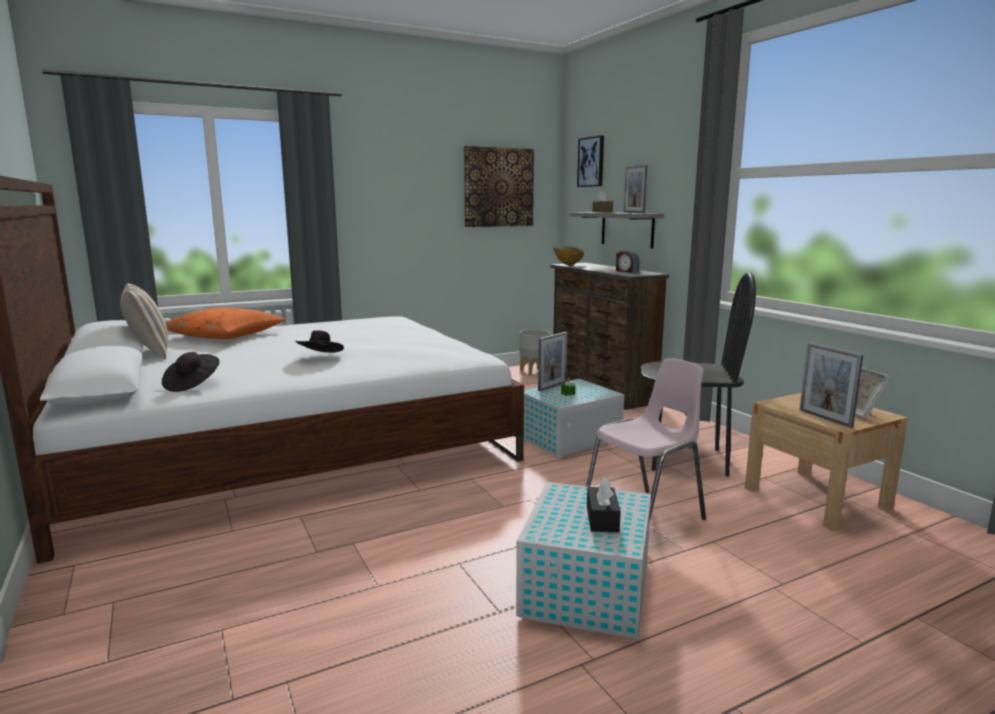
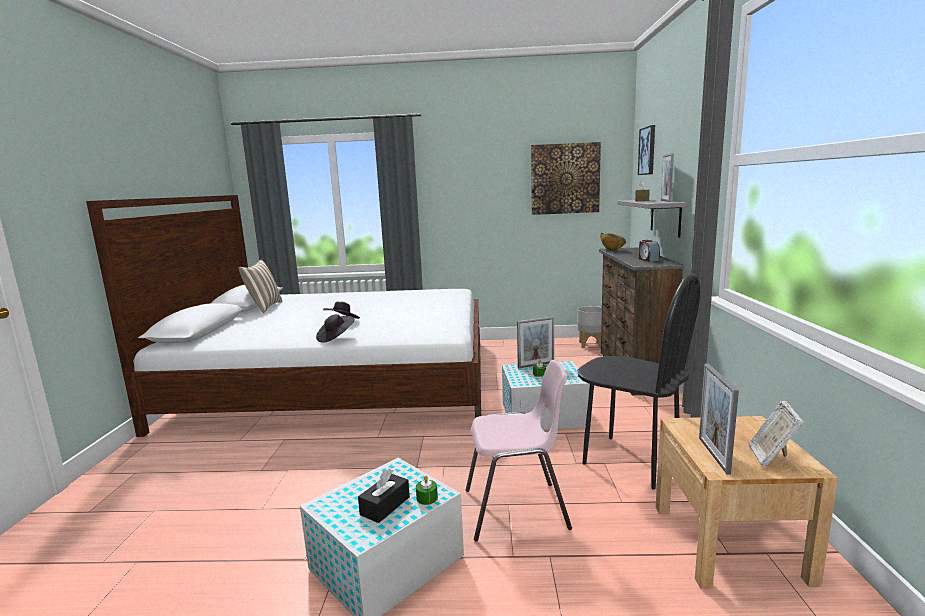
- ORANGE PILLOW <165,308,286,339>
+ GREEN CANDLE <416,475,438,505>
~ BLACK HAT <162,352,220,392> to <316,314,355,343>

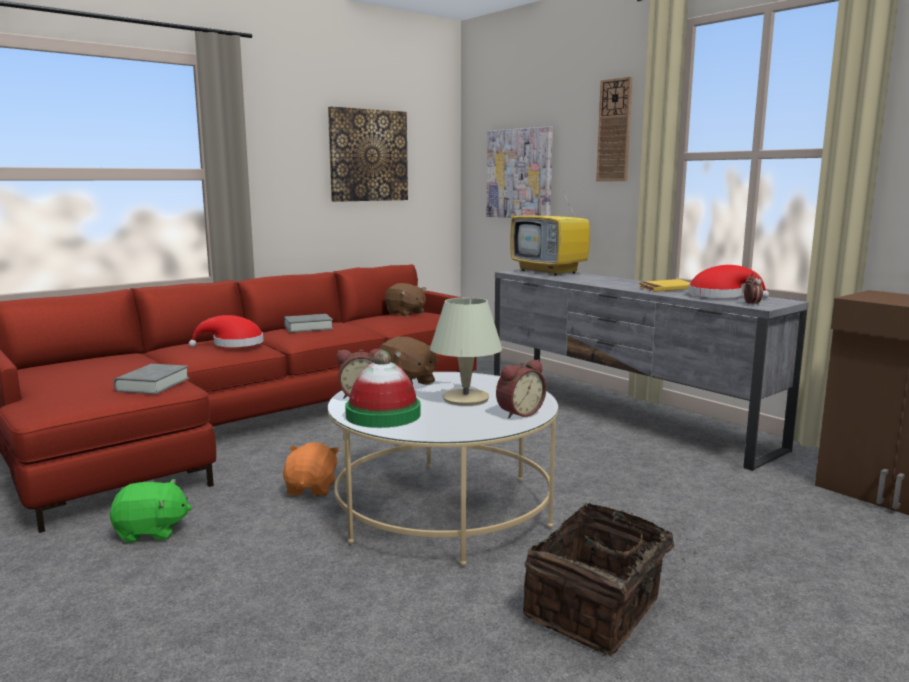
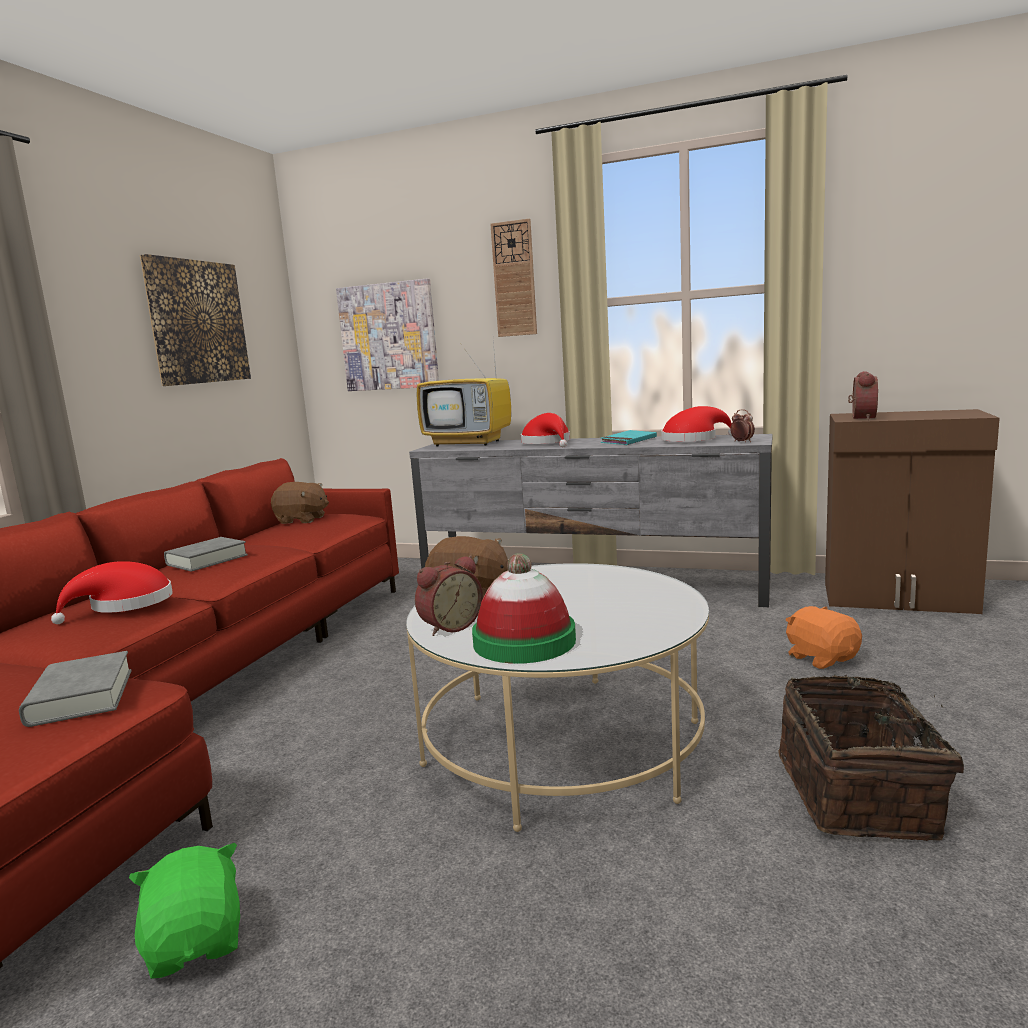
- BEIGE TABLE LAMP <430,298,502,406>
+ RED HAT <521,413,570,447>
~ ORANGE PLUSH TOY <283,442,340,496> to <786,606,862,669>
~ ALARM CLOCK <496,359,546,419> to <848,371,878,420>
~ YELLOW BOOK <638,279,690,292> to TURQUOISE BOOK <601,430,657,445>
~ GREEN PLUSH TOY <110,479,192,543> = <129,843,240,979> 75 degrees counterclockwise

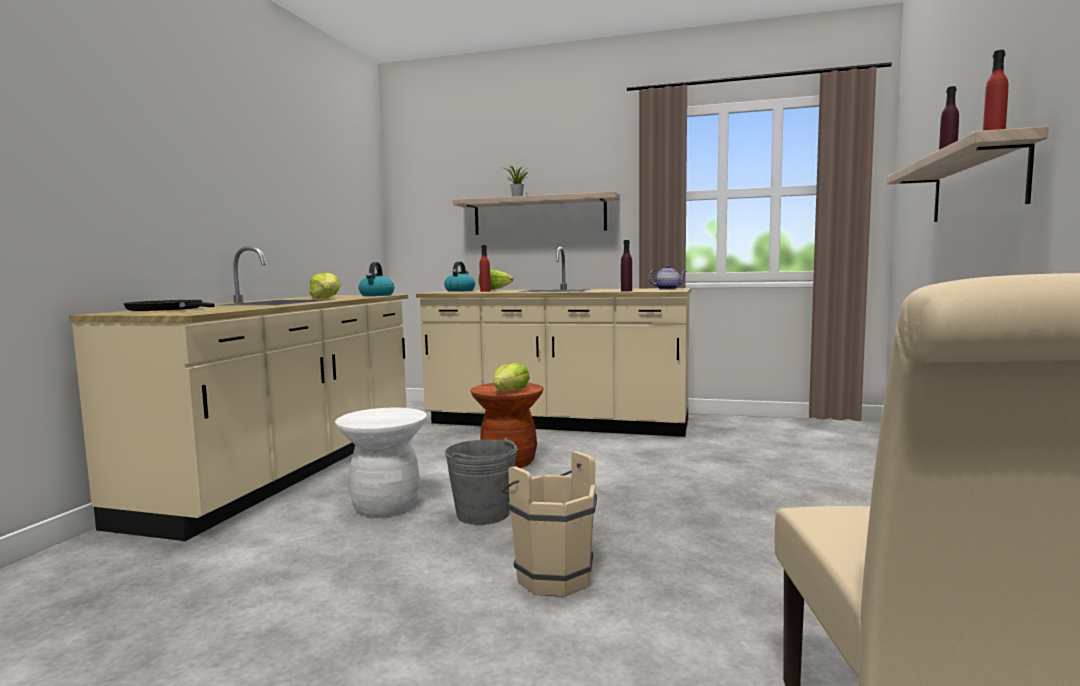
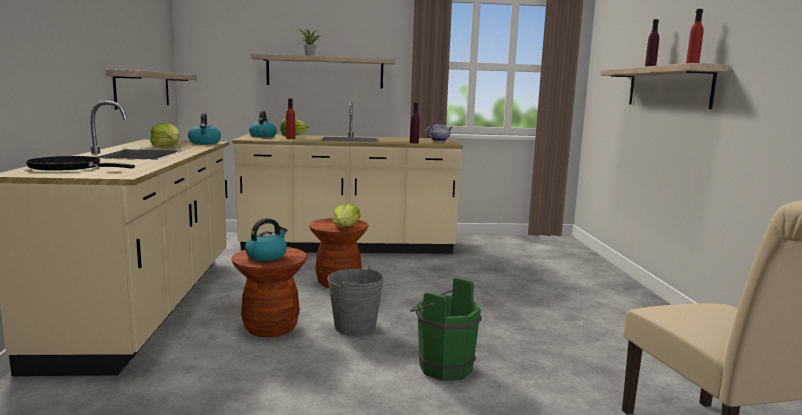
+ SHELF <106,69,197,110>
+ KETTLE <245,218,287,261>
~ WHITE STOOL <335,407,427,517> to BROWN STOOL <231,247,307,337>
~ BEIGE BUCKET <502,451,597,597> to GREEN BUCKET <410,277,482,381>

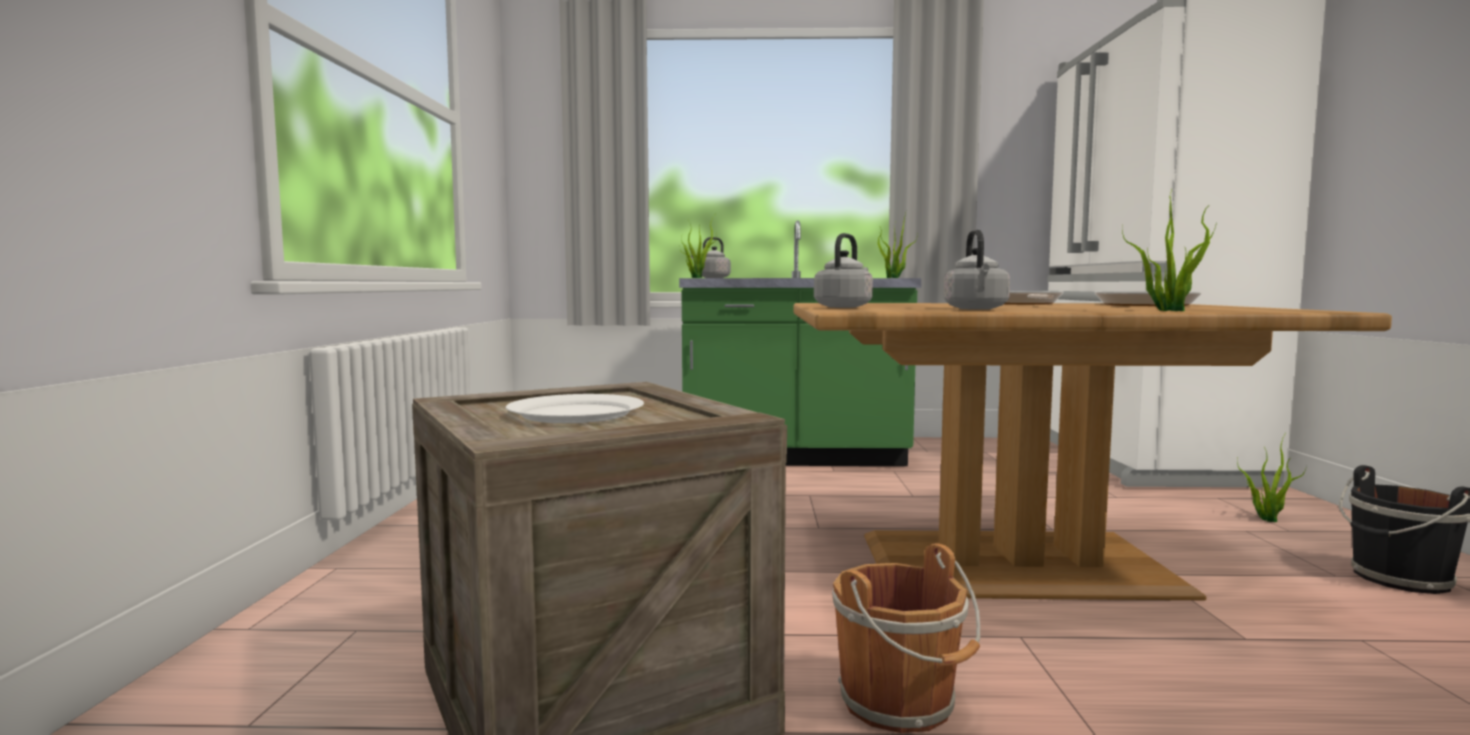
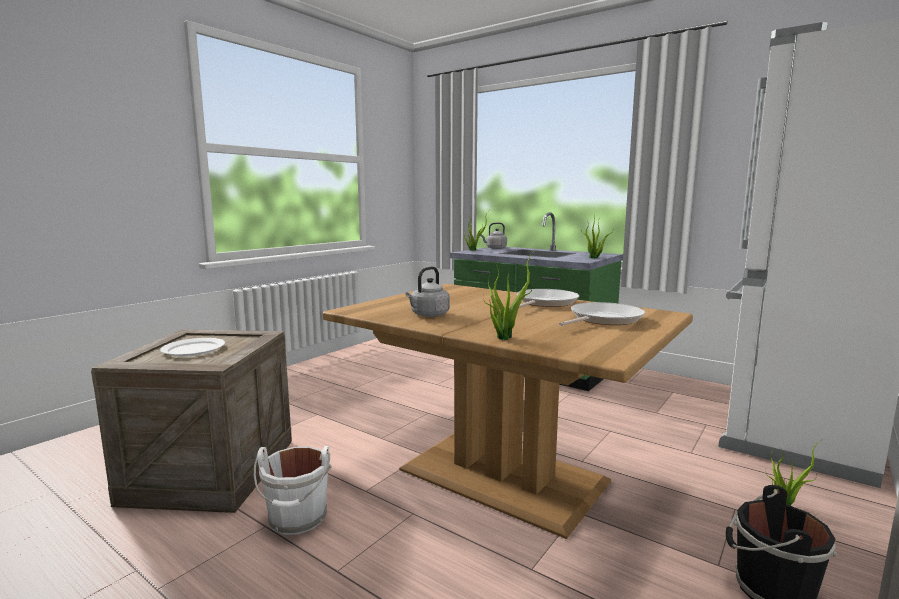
- GREY KETTLE <814,233,873,308>
~ BROWN BUCKET <832,544,980,733> to WHITE BUCKET <254,446,332,535>

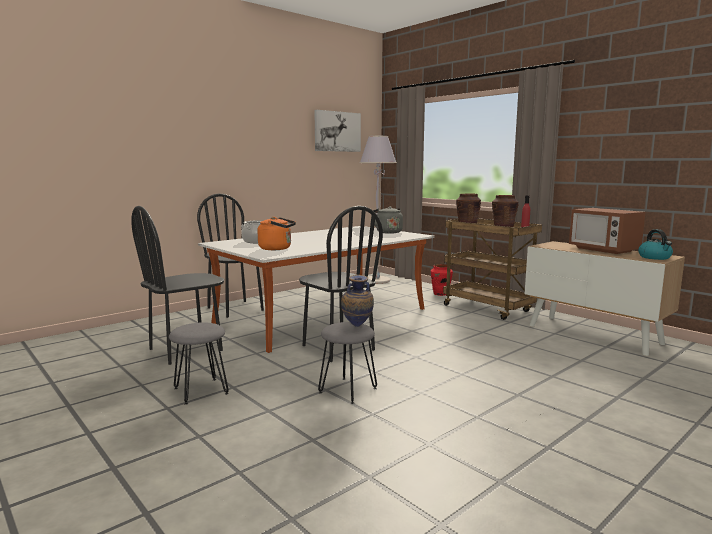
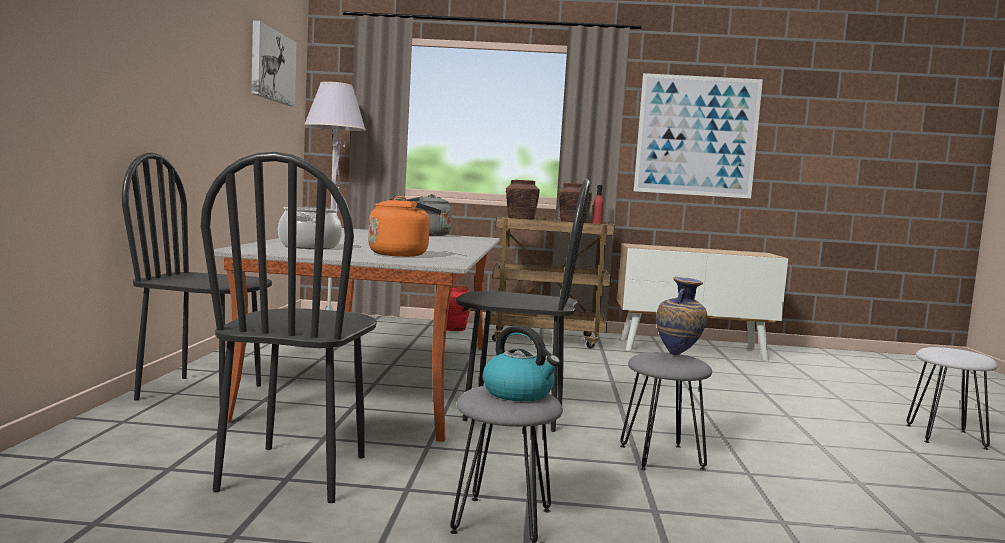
- MICROWAVE <569,208,646,254>
+ PICTURE <634,73,763,198>
+ WHITE STOOL <906,347,998,450>
~ KETTLE <638,229,673,260> to <483,325,560,401>

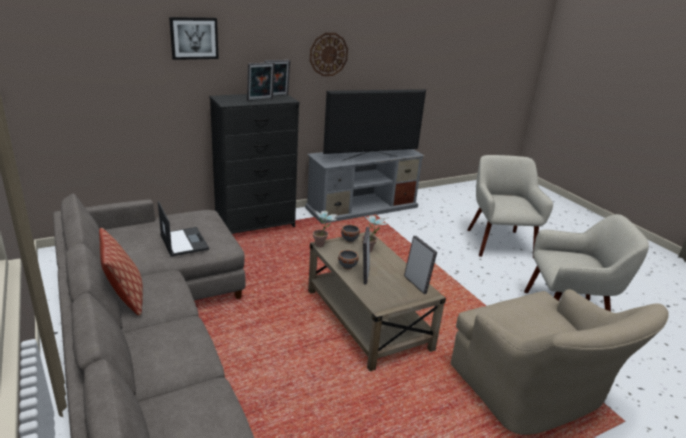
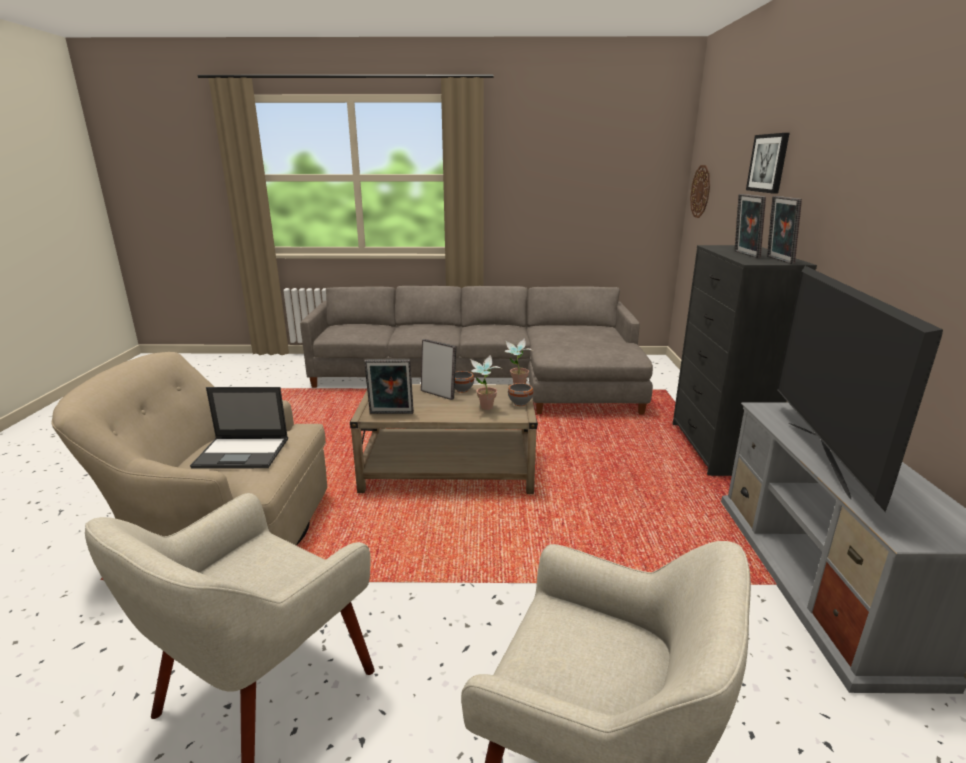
- PILLOW <99,228,143,315>
~ LAPTOP <158,201,209,257> to <190,387,288,469>
~ WALL CLOCK <310,33,348,76> to <690,165,710,218>

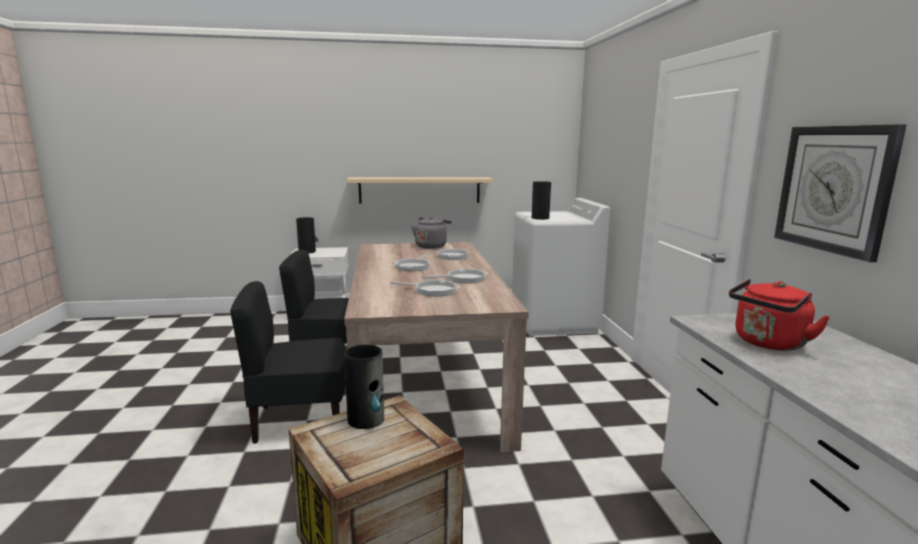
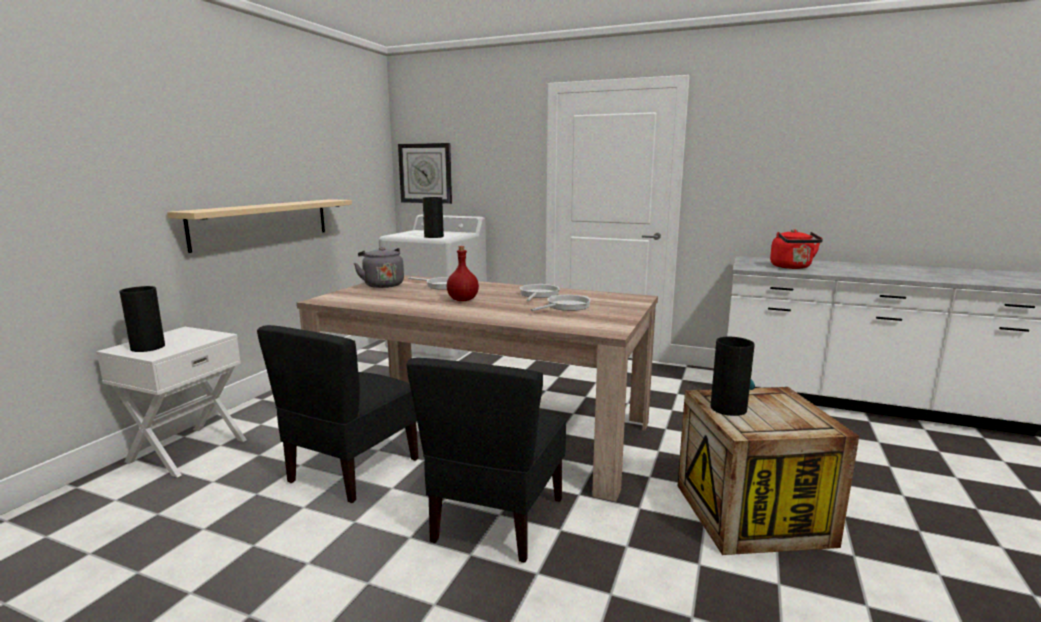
~ WALL CLOCK <774,124,906,262> to <398,143,452,204>
~ FRYING PAN <395,254,430,271> to RED BOTTLE <447,246,479,301>

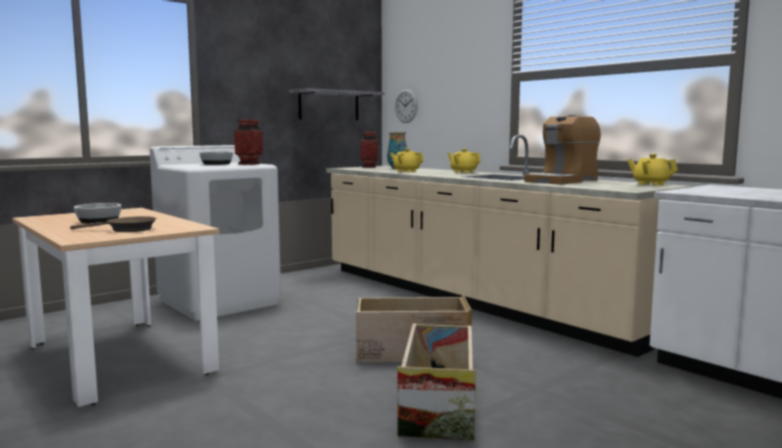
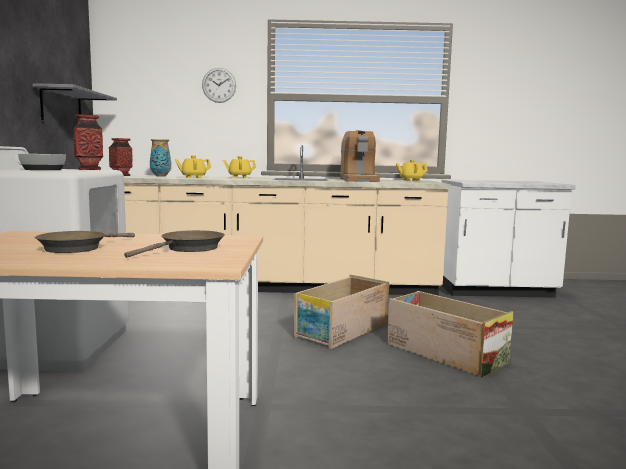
~ WALL CLOCK <395,89,418,123> to <202,68,236,103>
~ BOWL <74,203,121,224> to BROWN FRYING PAN <35,231,135,253>

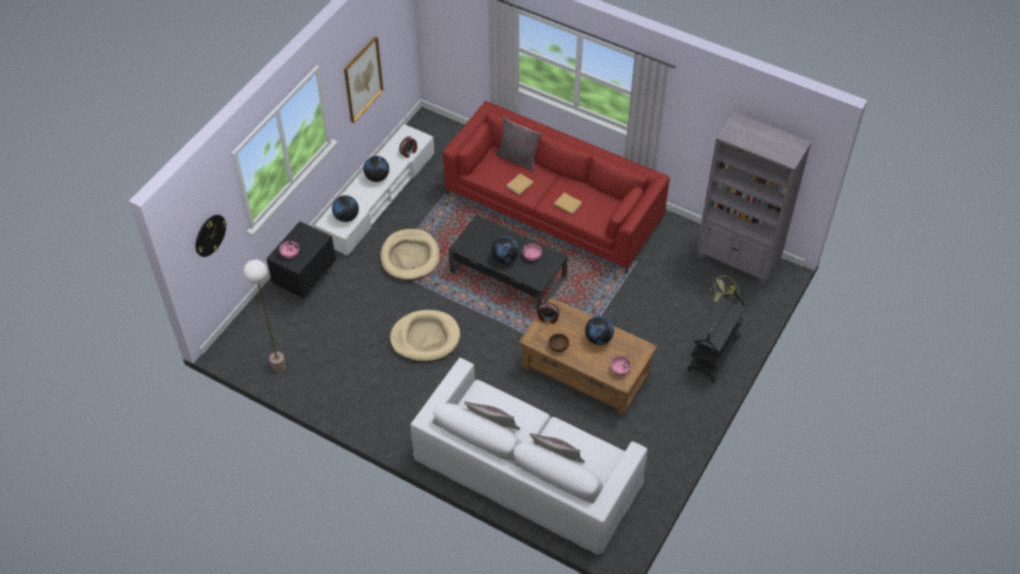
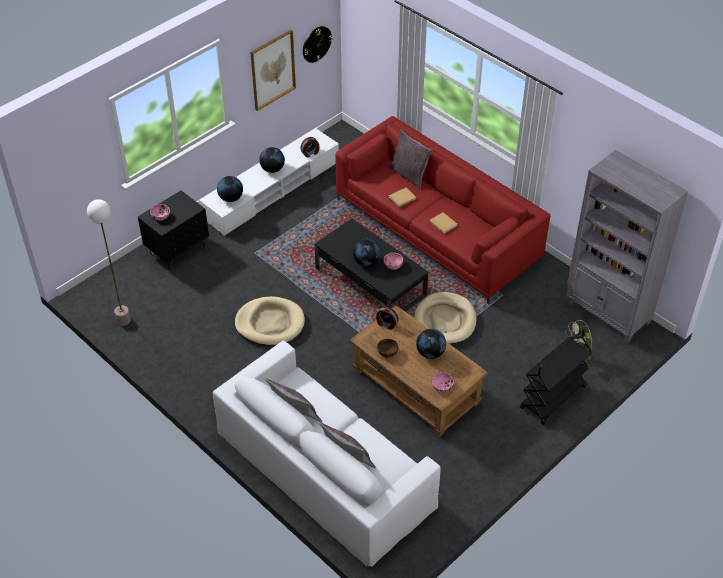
~ WALL CLOCK <195,215,227,257> to <303,26,332,63>
~ BEIGE DOG BED <380,229,440,280> to <414,292,477,345>

